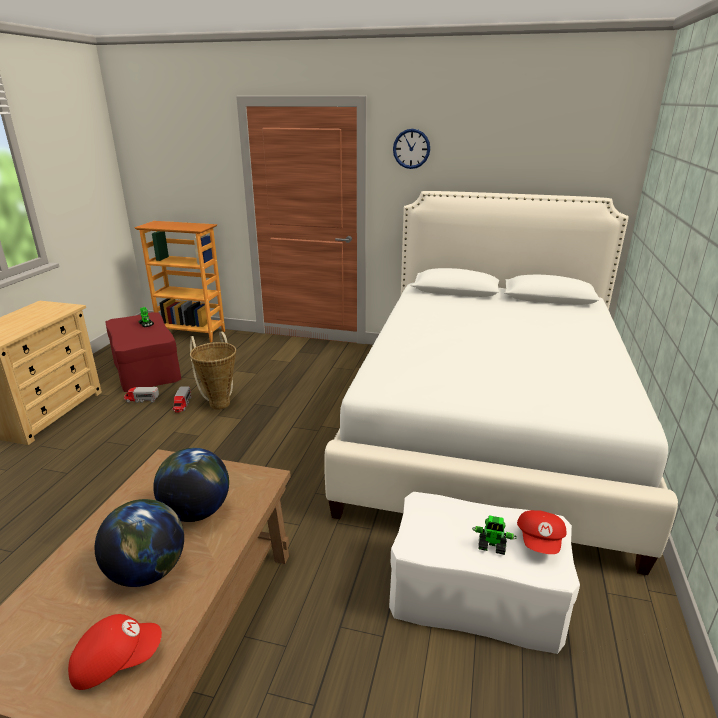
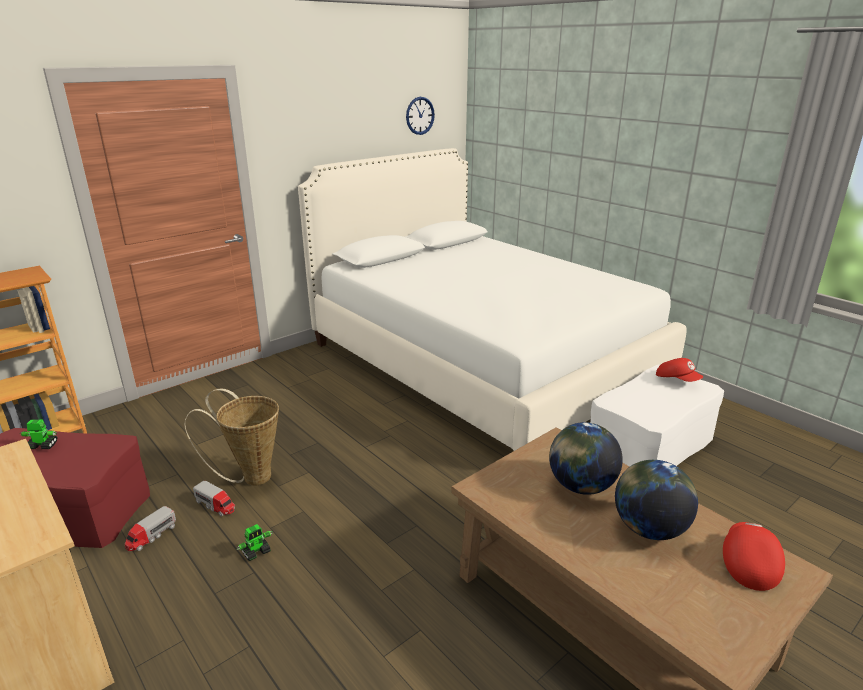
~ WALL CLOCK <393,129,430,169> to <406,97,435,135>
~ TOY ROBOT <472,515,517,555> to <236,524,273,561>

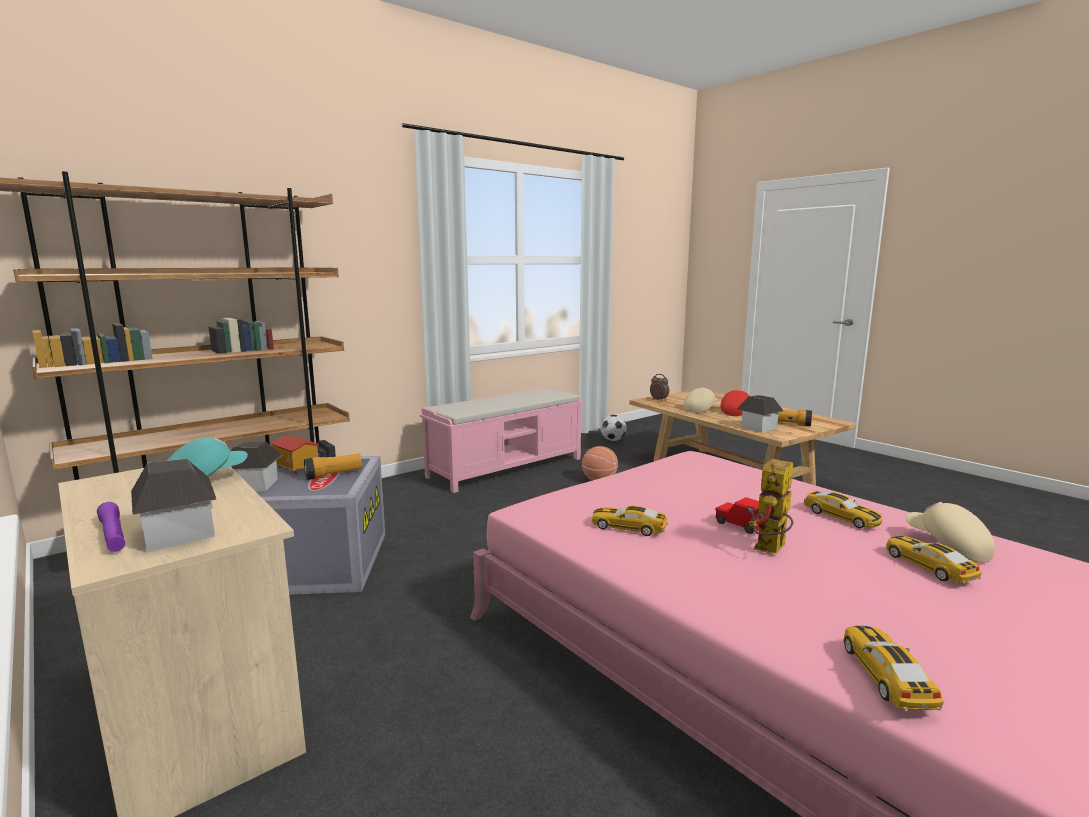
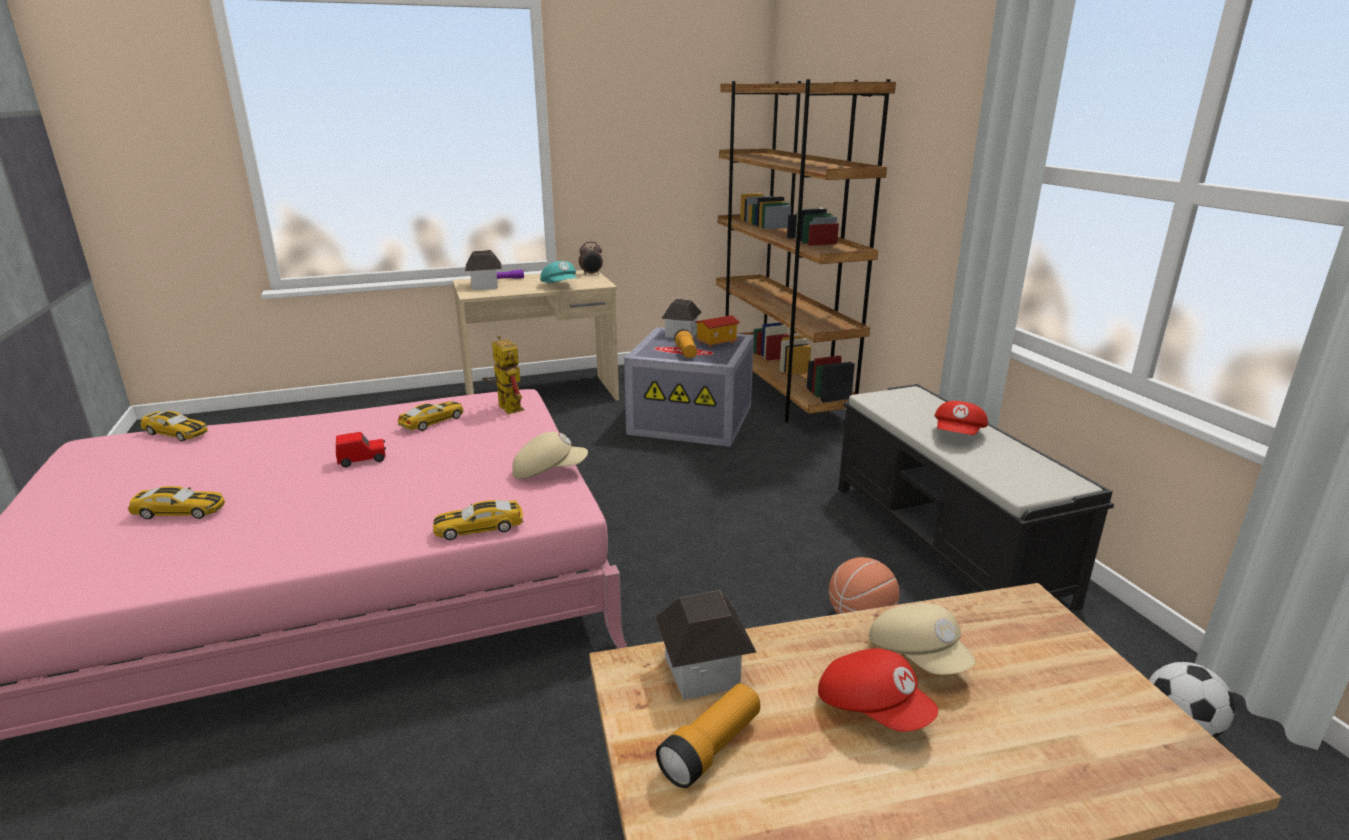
+ RED CAP <934,401,988,435>
~ ALARM CLOCK <650,374,669,401> to <579,242,603,275>
~ TOY ROBOT <748,459,794,554> to <482,335,524,414>
~ TOY CAR <803,490,882,528> to <433,500,524,540>
~ BEIGE CAP <906,502,995,563> to <512,432,588,479>
~ PINK BENCH <420,387,583,493> to BLACK BENCH <838,384,1114,611>

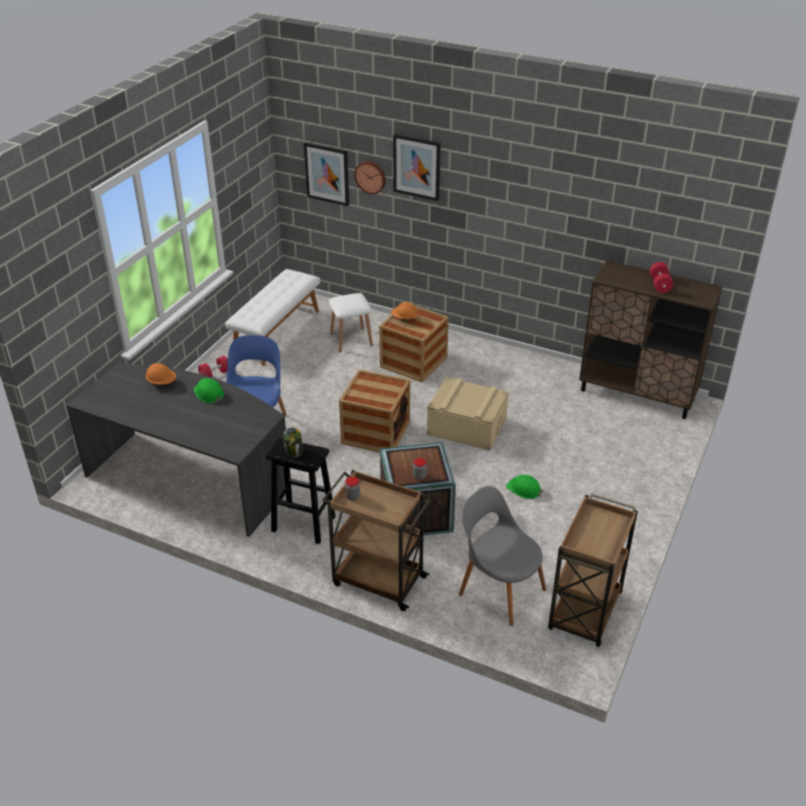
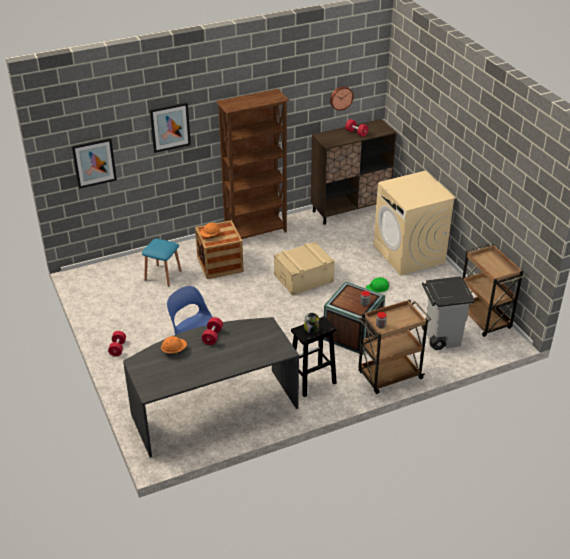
- WHITE BENCH <225,269,320,366>
- CRATE <339,369,410,452>
+ BROWN BOOKCASE <216,89,290,239>
+ BEIGE WASHING MACHINE <373,171,456,275>
~ WALL CLOCK <354,161,386,194> to <330,86,354,111>
~ GREEN HARD HAT <193,378,224,403> to RED DUMBBELL <201,317,223,345>
~ GREY CHAIR <459,486,546,626> to GREY TRASH CAN <422,276,474,350>
~ WHITE STOOL <329,293,373,352> to BLUE STOOL <142,239,182,286>

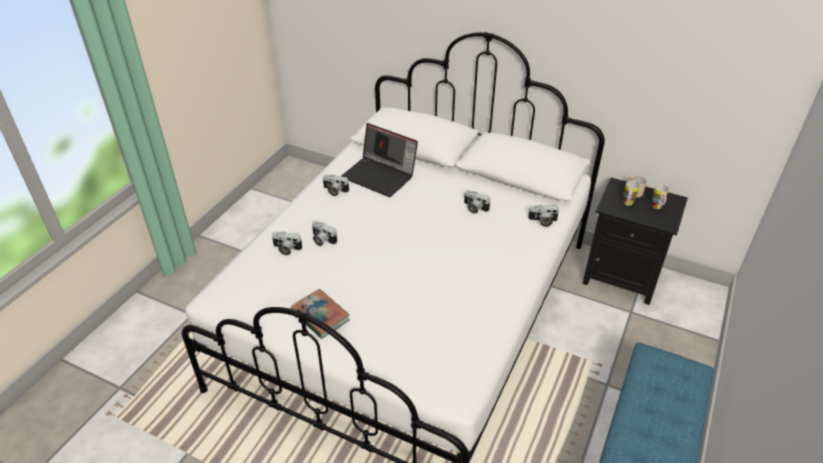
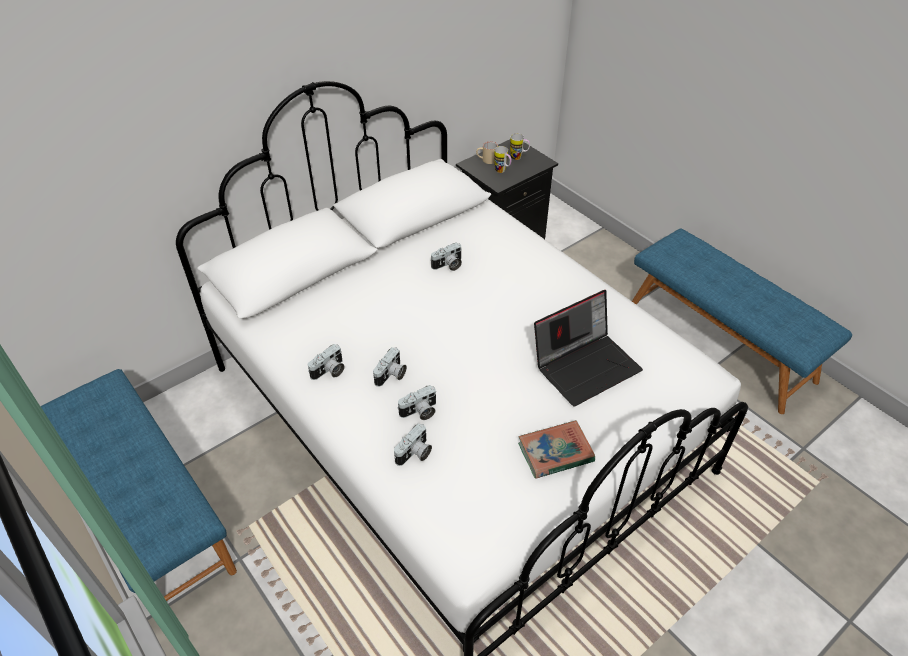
+ BLUE BENCH <40,369,237,601>
~ LAPTOP <341,123,418,197> to <534,290,643,407>
~ PHOTO CAMERA <528,205,560,227> to <373,347,407,387>

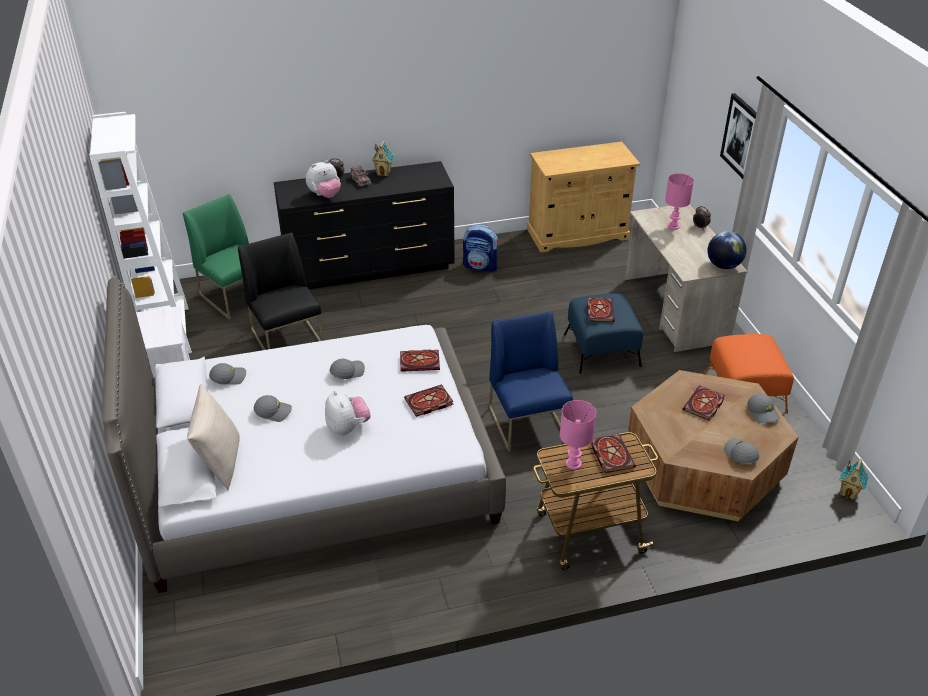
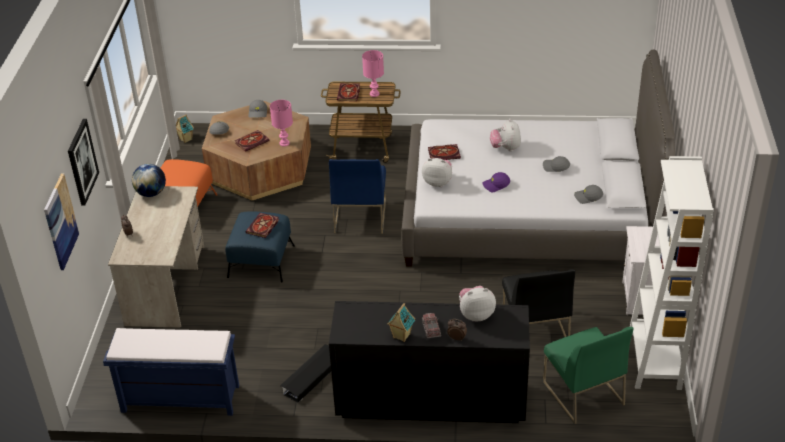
- BEIGE PILLOW <187,384,240,490>
+ PICTURE <44,173,79,270>
~ PINK TABLE LAMP <665,173,694,230> to <270,100,293,147>
~ BOOK <400,350,440,372> to PLUSH TOY <422,158,452,187>
~ BACKPACK <463,224,499,273> to BLACK STORAGE BOX <280,344,331,403>
~ BEIGE CABINET <527,142,640,253> to BLUE BENCH <103,328,239,416>
~ GREY CAP <330,359,365,379> to PURPLE CAP <482,172,510,192>

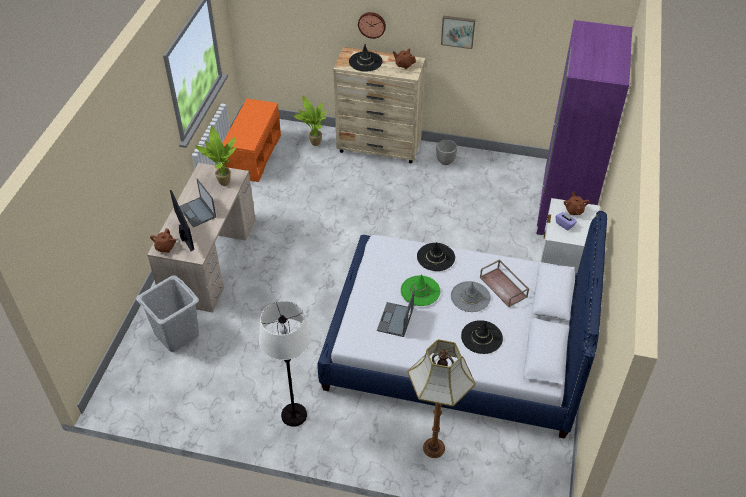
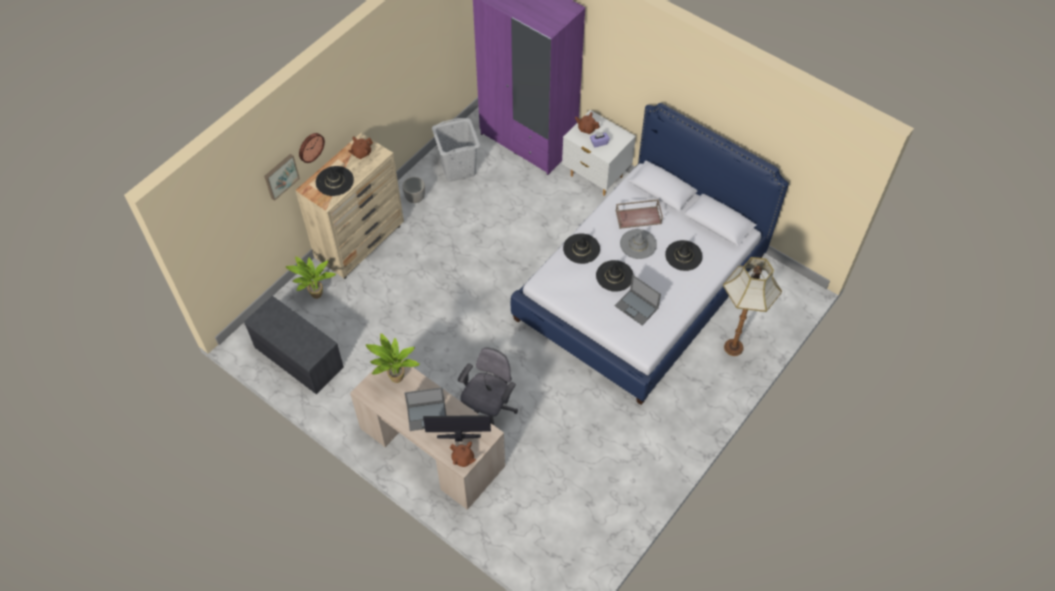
- WHITE FLOOR LAMP <259,301,311,427>
+ GREY OFFICE CHAIR <458,347,518,425>
~ GREY LAUNDRY BASKET <136,275,199,352> to <432,118,480,182>
~ PICTURE <441,15,475,49> to <264,154,300,201>
~ ORANGE BENCH <223,99,281,182> to GREY BENCH <244,296,344,394>
~ GREEN HAT <401,274,440,306> to BLACK HAT <596,260,633,292>

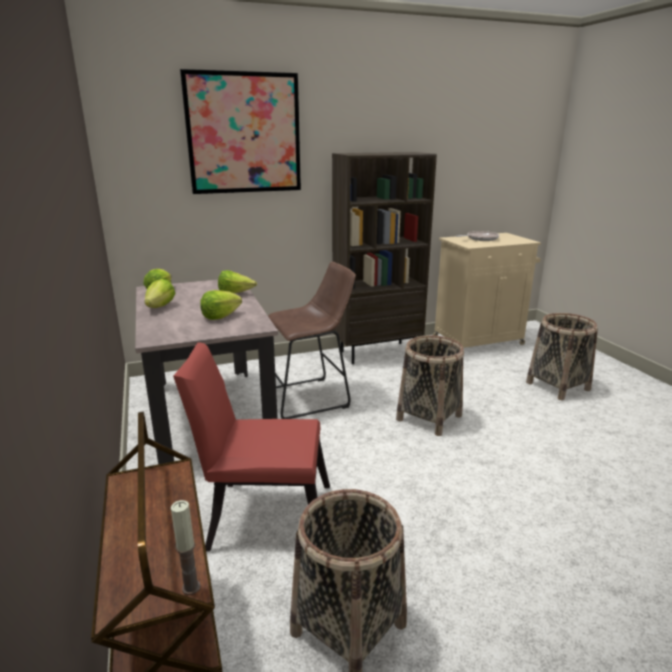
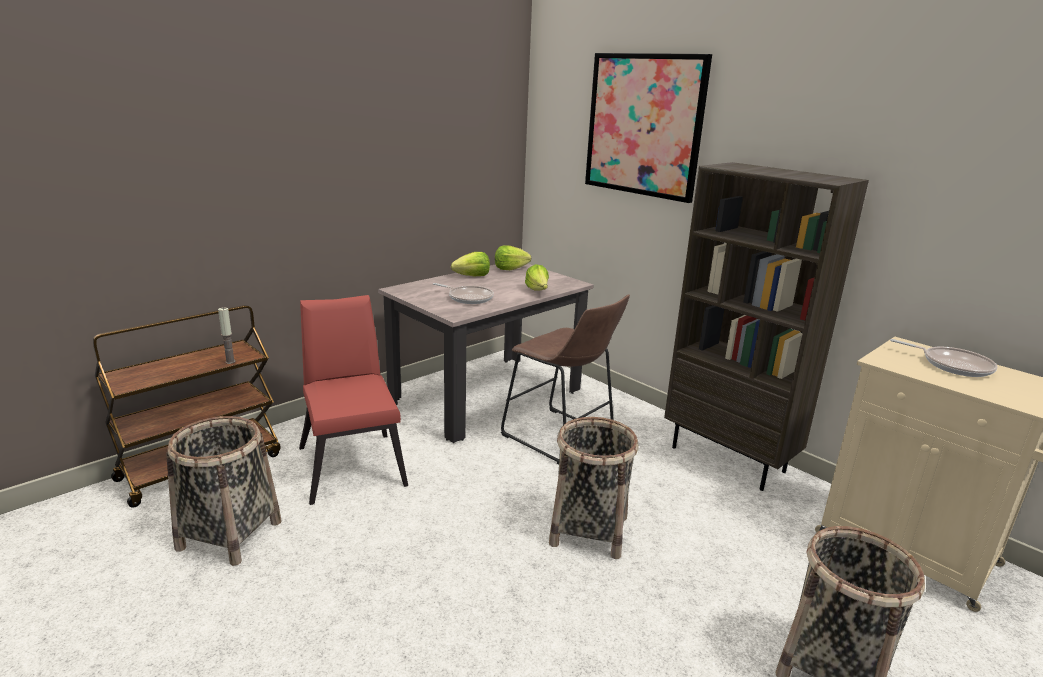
~ CANDLE <171,500,200,595> to <218,308,236,364>
~ LETTUCE <200,290,242,320> to FRYING PAN <433,283,494,304>

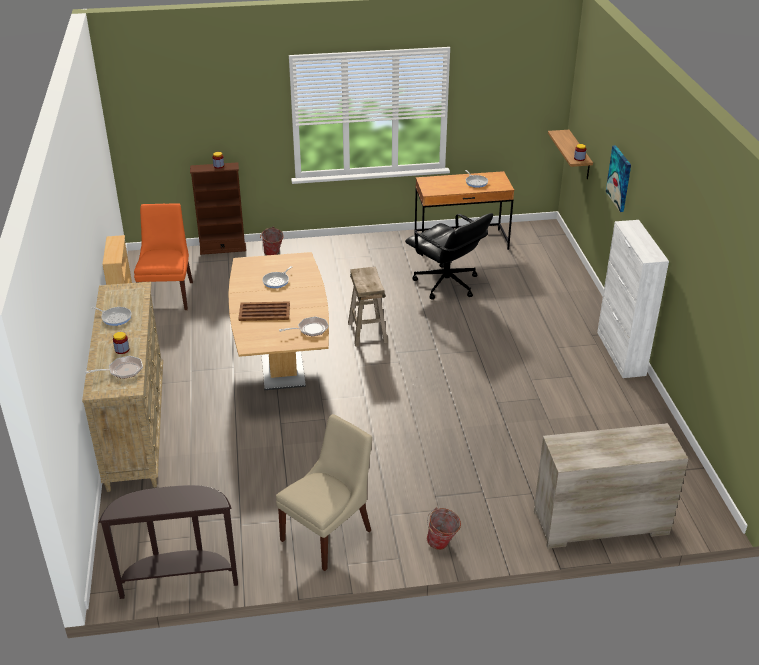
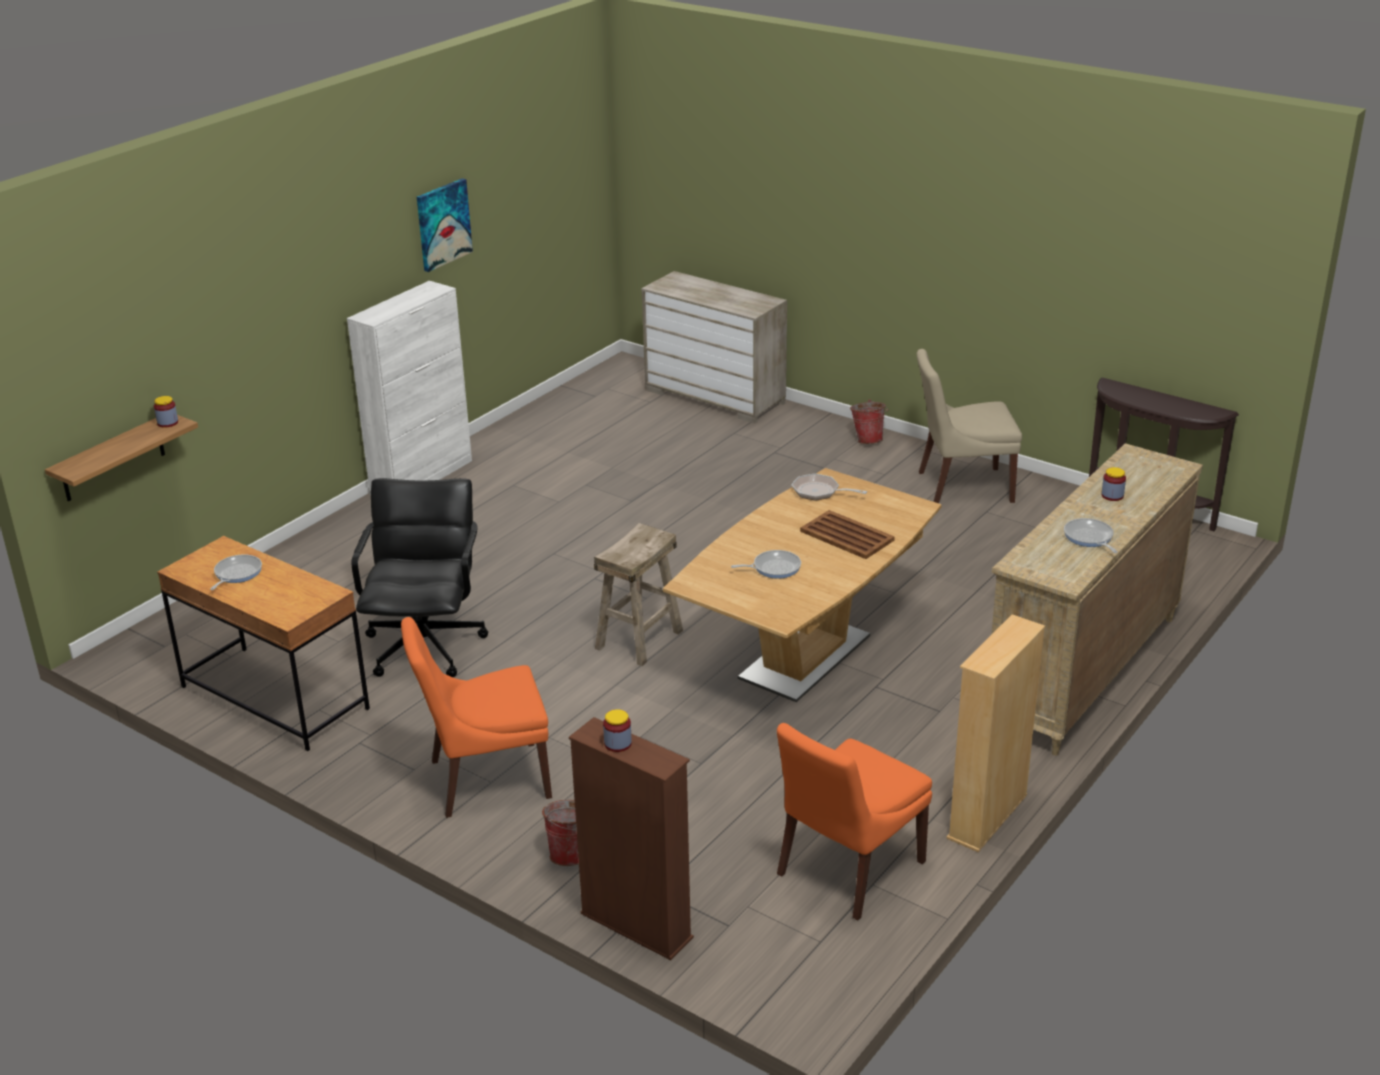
- FRYING PAN <85,356,143,379>
+ ORANGE CHAIR <401,617,552,818>
~ PICTURE <606,145,631,212> to <417,178,473,272>

